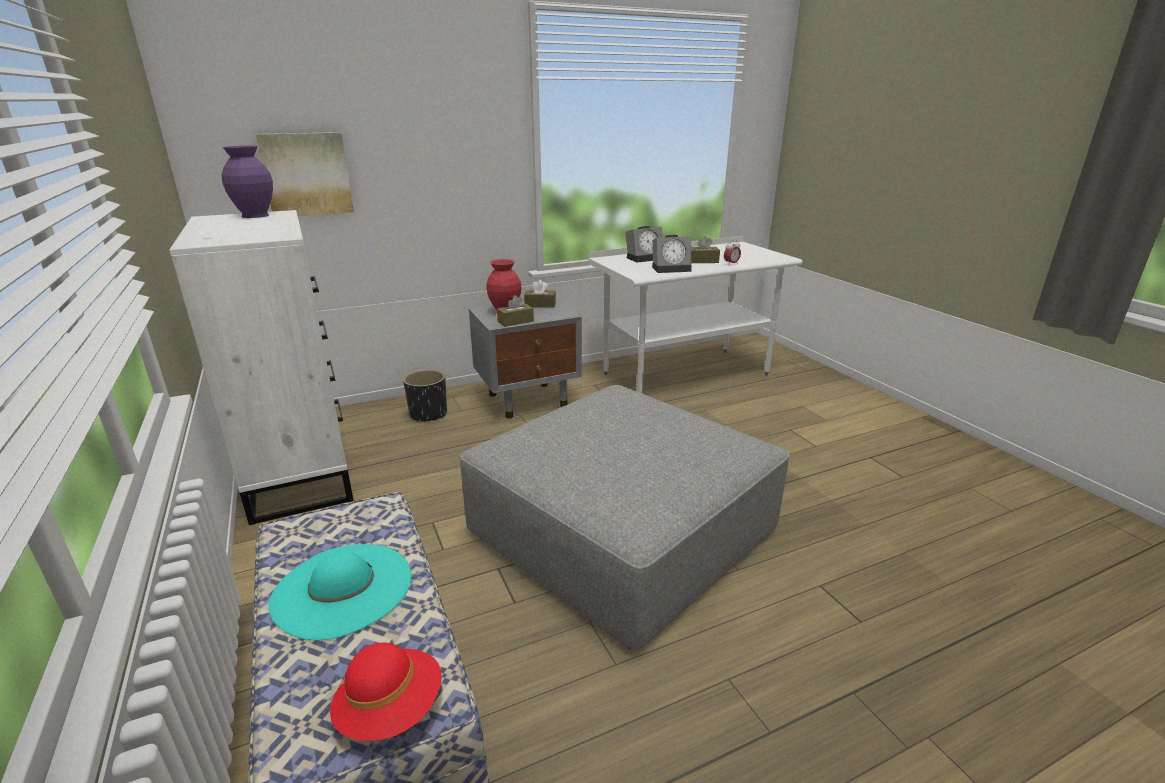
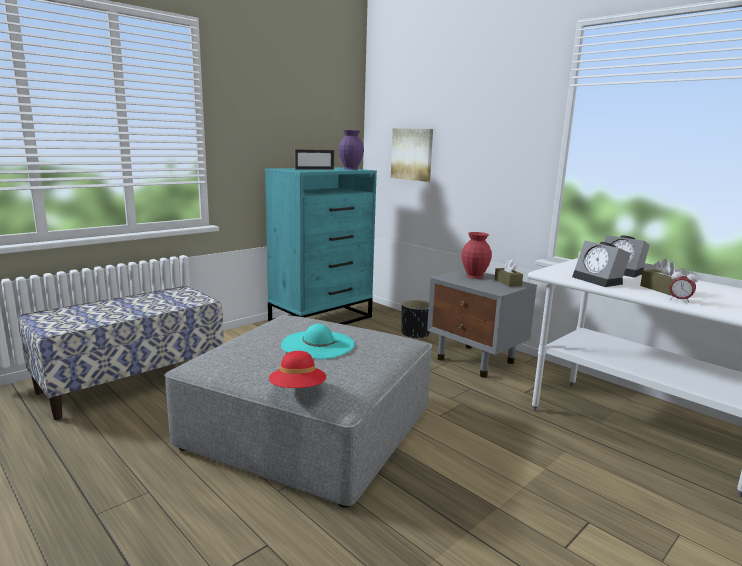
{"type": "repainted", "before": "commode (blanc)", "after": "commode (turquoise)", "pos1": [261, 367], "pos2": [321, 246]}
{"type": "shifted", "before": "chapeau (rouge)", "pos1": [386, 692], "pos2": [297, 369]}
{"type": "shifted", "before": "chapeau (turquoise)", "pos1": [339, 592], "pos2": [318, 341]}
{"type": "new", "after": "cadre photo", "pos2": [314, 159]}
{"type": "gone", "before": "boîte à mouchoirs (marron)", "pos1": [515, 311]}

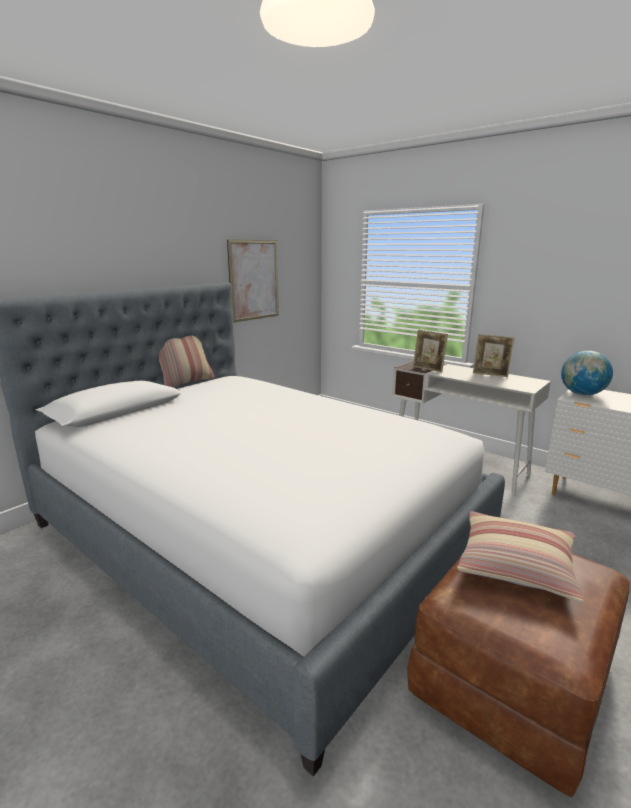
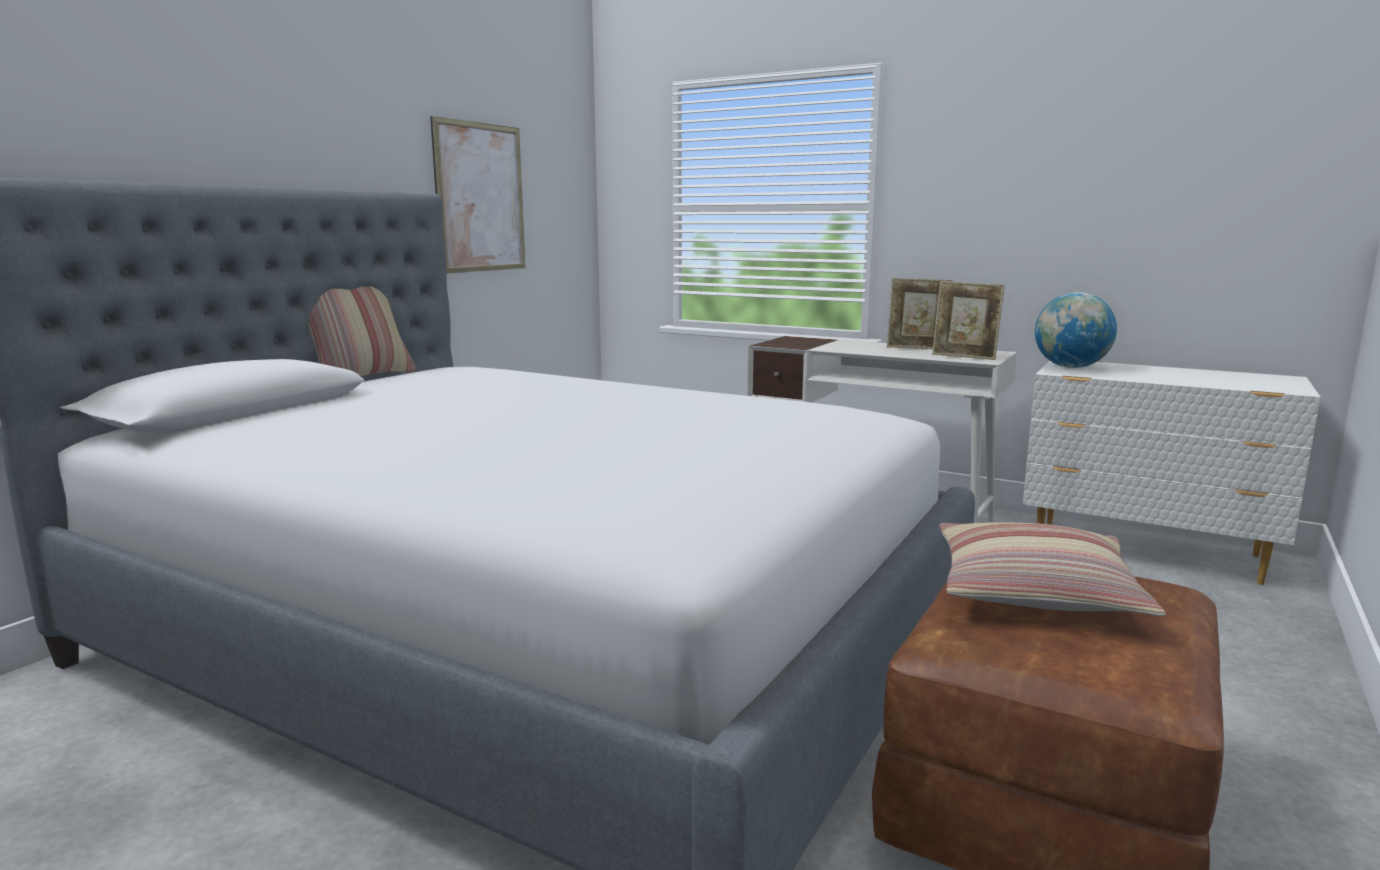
{"type": "shifted", "before": "cadre photo", "pos1": [430, 351], "pos2": [968, 320]}

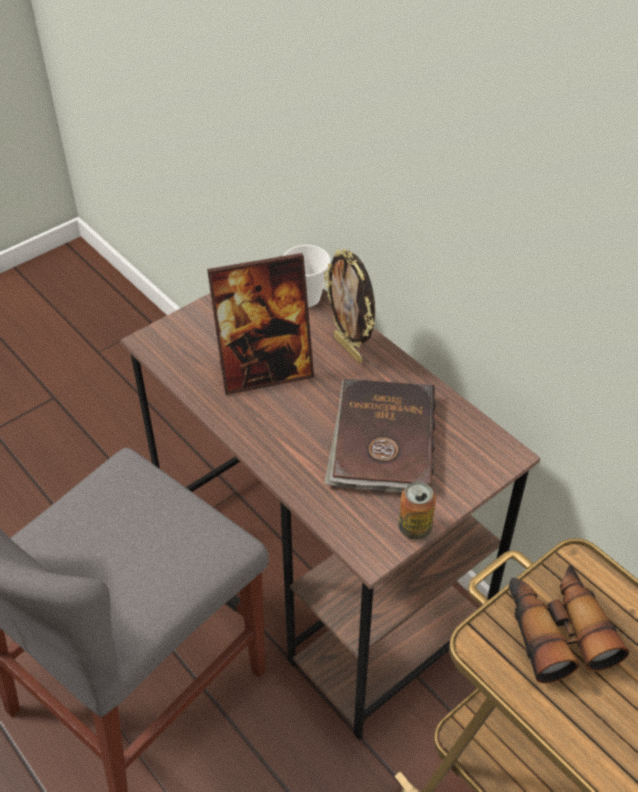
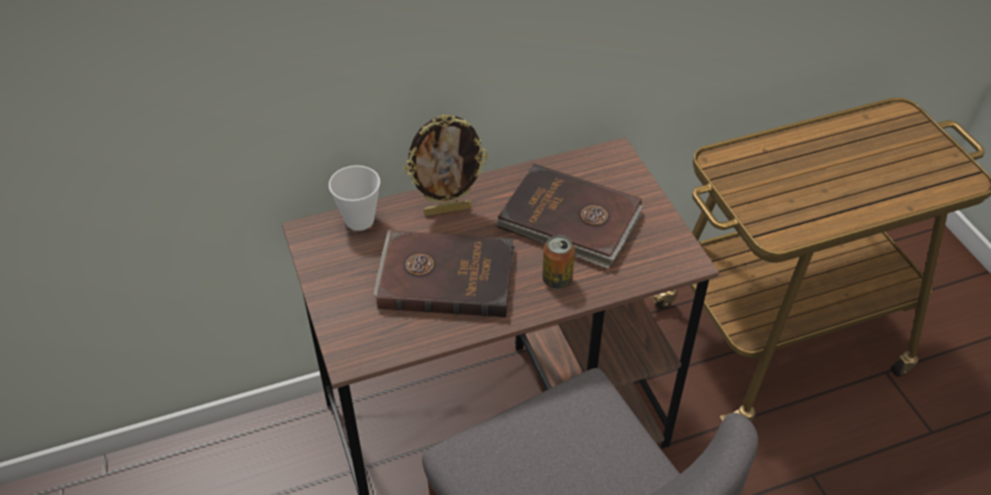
{"type": "swapped", "before": "cadre photo", "after": "livre (marron)", "pos1": [260, 324], "pos2": [444, 273]}
{"type": "shifted", "before": "boîte métallique", "pos1": [417, 510], "pos2": [558, 262]}
{"type": "gone", "before": "jumelles", "pos1": [569, 624]}

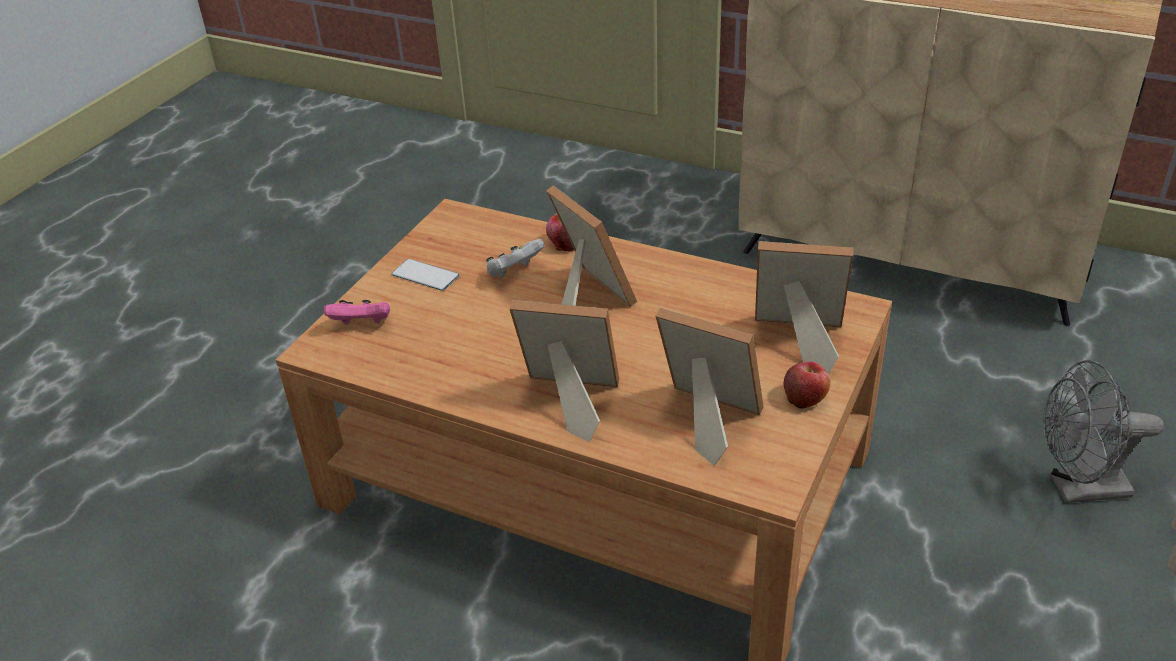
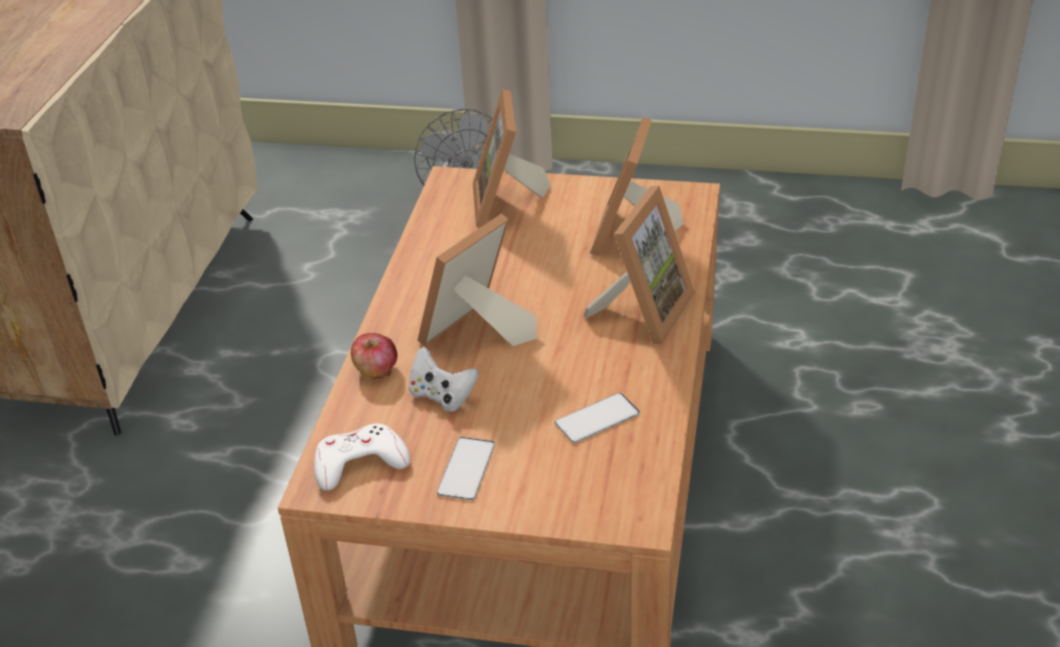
{"type": "new", "after": "manette (blanc)", "pos2": [362, 457]}
{"type": "new", "after": "téléphone", "pos2": [597, 418]}
{"type": "rotated", "before": "cadre photo", "pos1": [564, 371], "pos2": [639, 264], "turn": -150}
{"type": "gone", "before": "manette (rose)", "pos1": [357, 312]}
{"type": "gone", "before": "pomme", "pos1": [807, 385]}

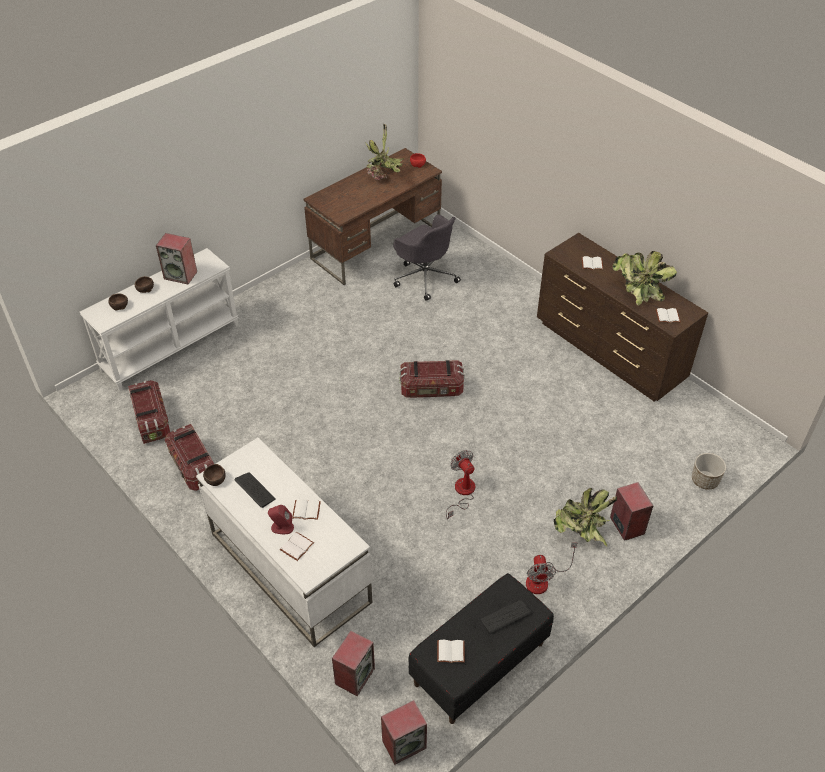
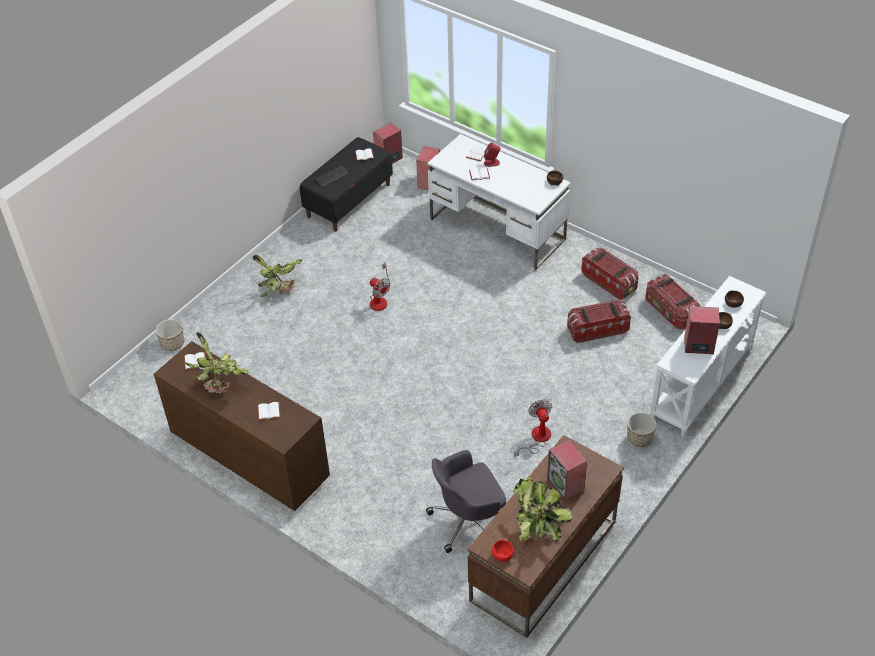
{"type": "rotated", "before": "chaise de bureau (gris)", "pos1": [427, 258], "pos2": [466, 501], "turn": -60}
{"type": "shifted", "before": "ventilateur", "pos1": [552, 568], "pos2": [533, 428]}
{"type": "shifted", "before": "enceinte", "pos1": [632, 511], "pos2": [567, 470]}
{"type": "shifted", "before": "boîte de rangement", "pos1": [432, 379], "pos2": [599, 321]}
{"type": "new", "after": "cache-pot", "pos2": [642, 429]}
{"type": "gone", "before": "clavier", "pos1": [255, 490]}

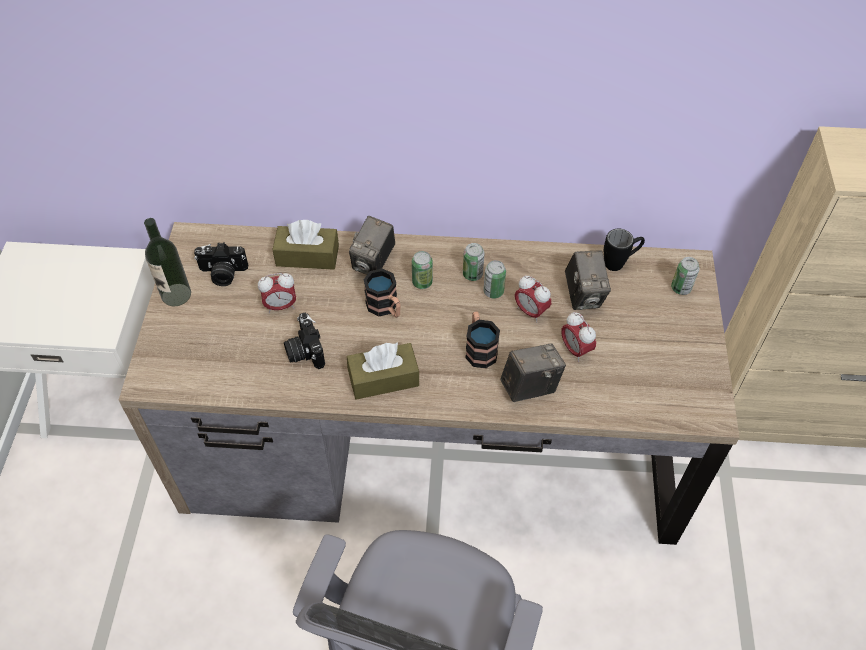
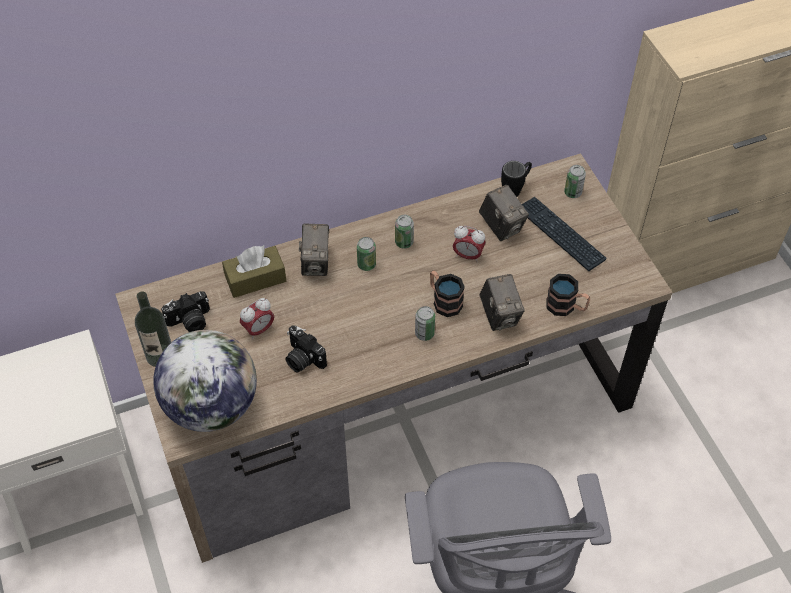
{"type": "new", "after": "globe", "pos2": [205, 381]}
{"type": "shifted", "before": "boîte métallique", "pos1": [494, 279], "pos2": [425, 323]}
{"type": "rotated", "before": "appareil photo", "pos1": [533, 372], "pos2": [502, 302], "turn": 120}
{"type": "new", "after": "clavier", "pos2": [564, 234]}
{"type": "shifted", "before": "mug", "pos1": [382, 293], "pos2": [568, 295]}
{"type": "gone", "before": "boîte à mouchoirs (marron)", "pos1": [383, 371]}
{"type": "gone", "before": "réveil", "pos1": [579, 337]}

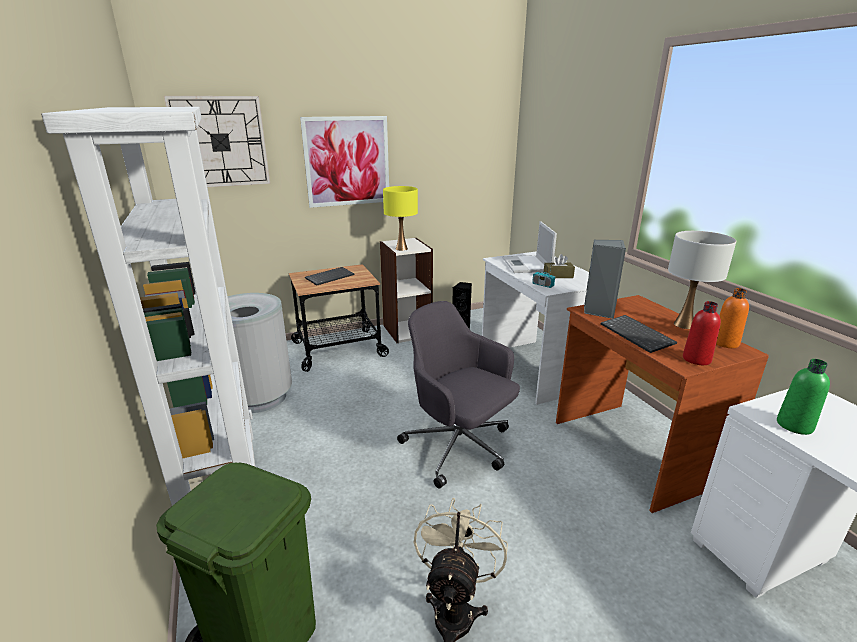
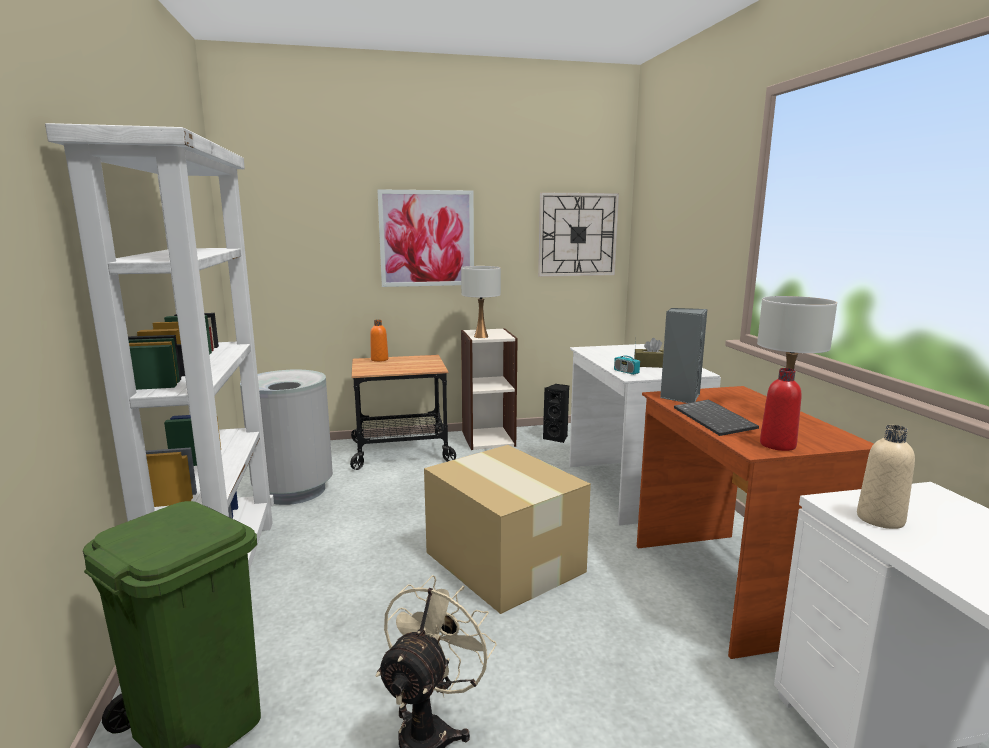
{"type": "shifted", "before": "bouteille (orange)", "pos1": [732, 318], "pos2": [379, 341]}
{"type": "swapped", "before": "chaise de bureau (gris)", "after": "carton", "pos1": [458, 395], "pos2": [507, 529]}
{"type": "repainted", "before": "lampe de table (jaune)", "after": "lampe de table (blanc)", "pos1": [400, 218], "pos2": [481, 302]}
{"type": "shifted", "before": "horloge murale", "pos1": [217, 141], "pos2": [578, 234]}
{"type": "repainted", "before": "bouteille (vert)", "after": "bouteille (beige)", "pos1": [803, 397], "pos2": [886, 477]}
{"type": "gone", "before": "clavier", "pos1": [330, 276]}
{"type": "gone", "before": "ordinateur portable", "pos1": [529, 247]}

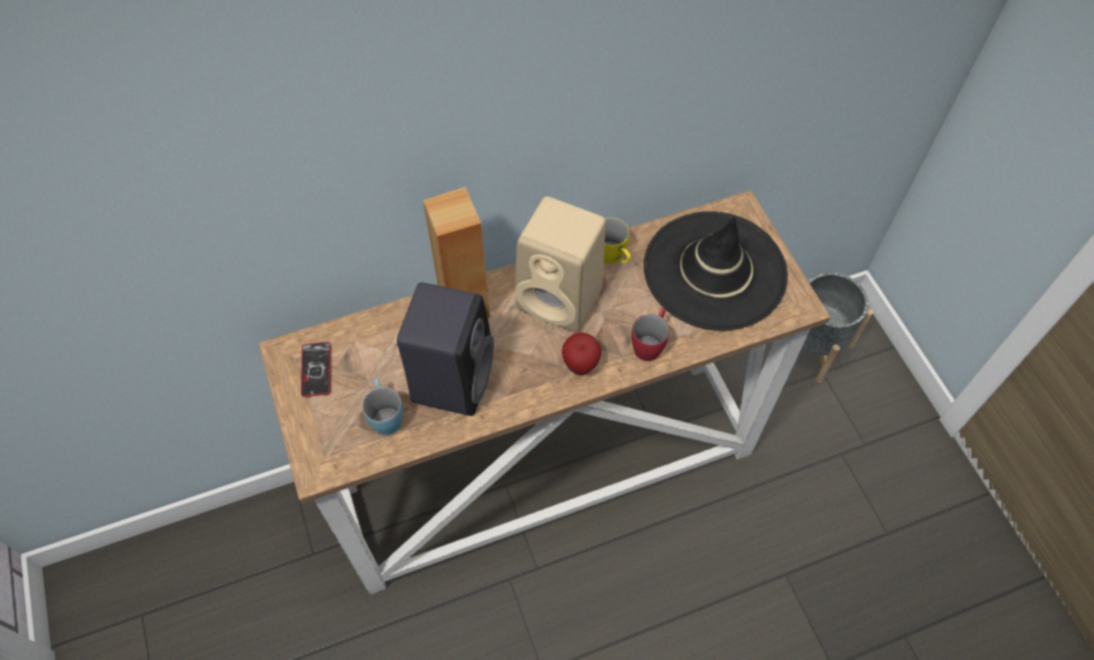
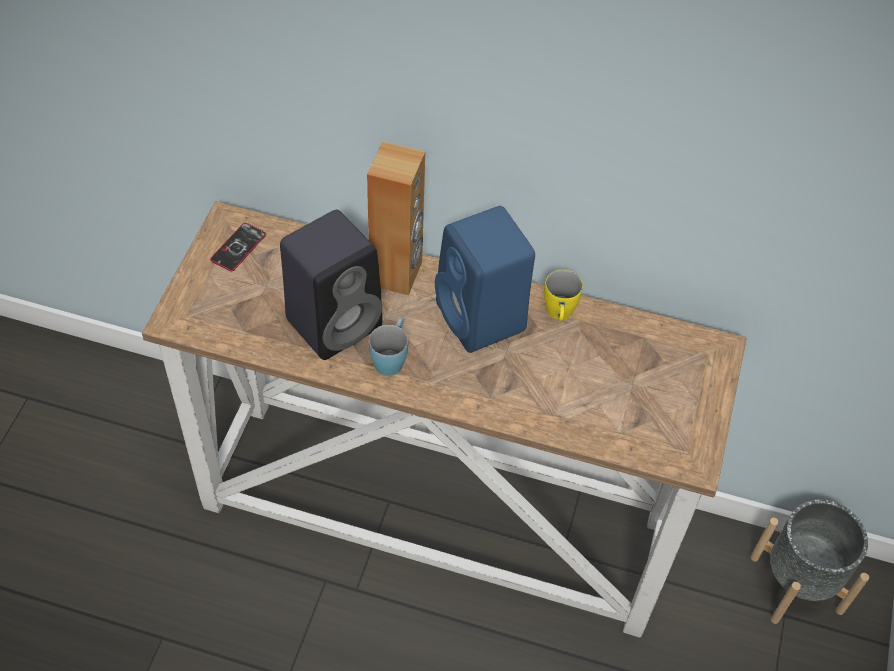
{"type": "shifted", "before": "mug (bleu)", "pos1": [382, 406], "pos2": [388, 347]}
{"type": "repainted", "before": "enceinte (beige)", "after": "enceinte (bleu)", "pos1": [560, 264], "pos2": [485, 279]}
{"type": "gone", "before": "pomme", "pos1": [582, 353]}
{"type": "gone", "before": "mug (rouge)", "pos1": [650, 334]}
{"type": "gone", "before": "chapeau (noir)", "pos1": [716, 271]}

